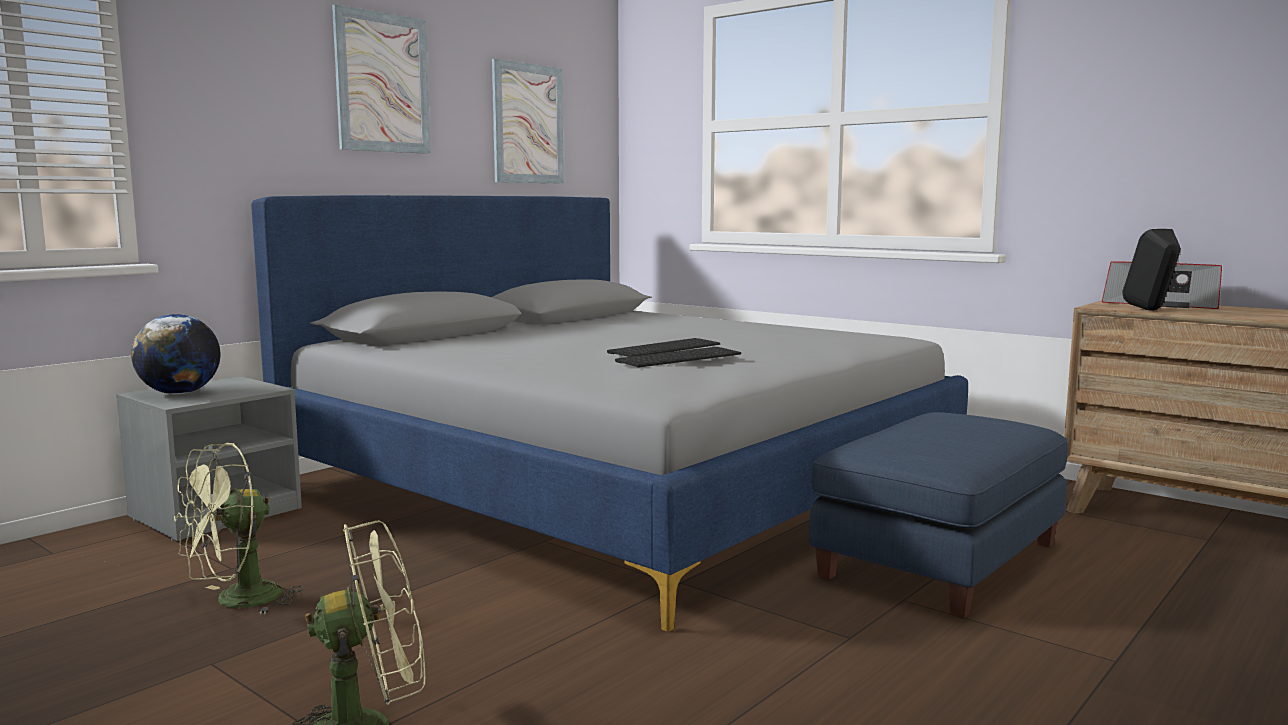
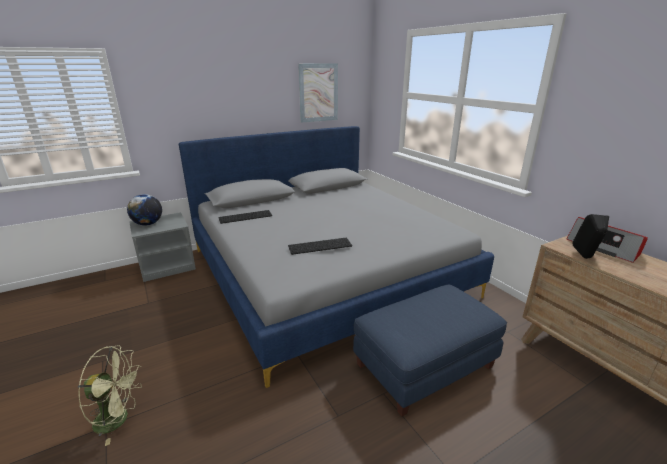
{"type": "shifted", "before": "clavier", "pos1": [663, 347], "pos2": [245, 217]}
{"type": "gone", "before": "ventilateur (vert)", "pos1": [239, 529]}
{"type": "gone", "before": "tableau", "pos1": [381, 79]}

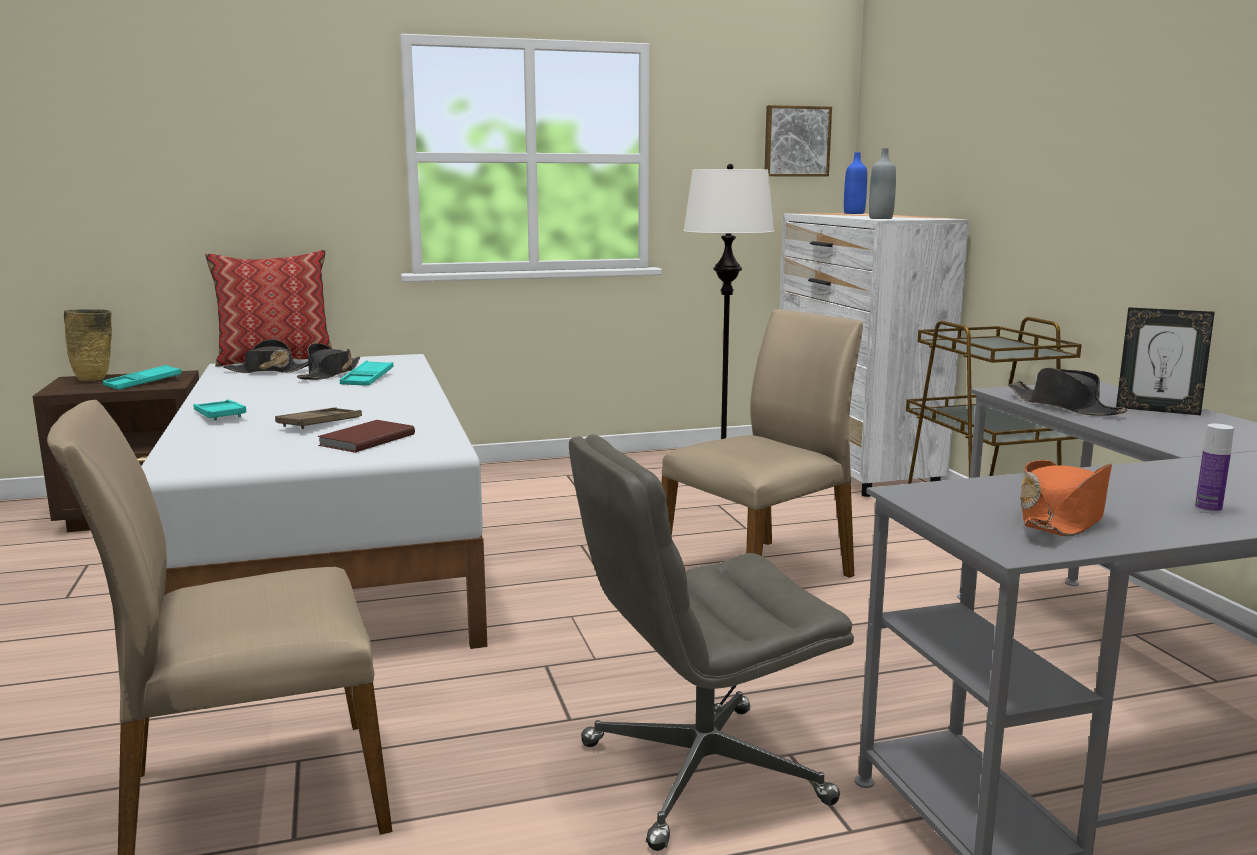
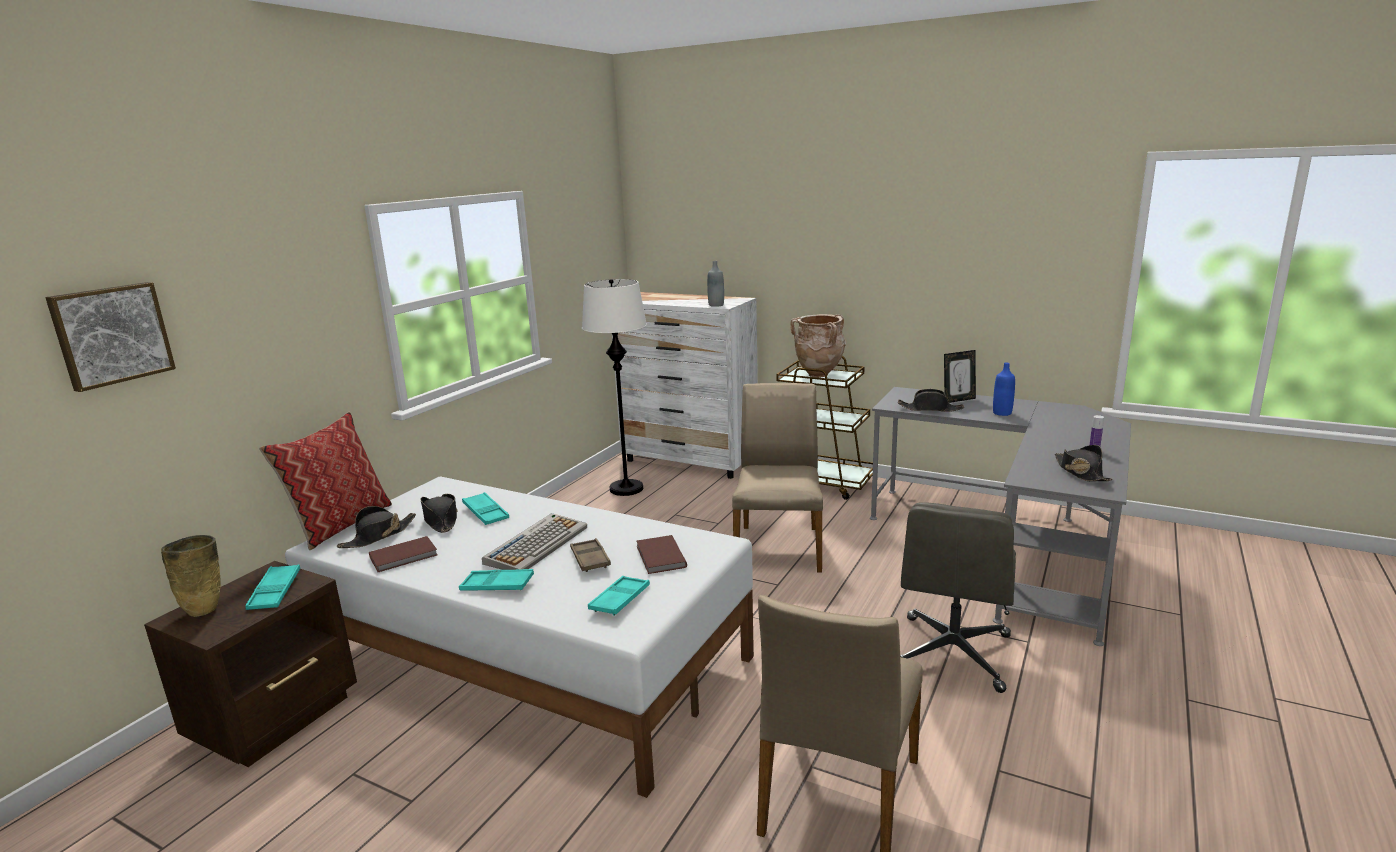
{"type": "shifted", "before": "tableau", "pos1": [798, 140], "pos2": [110, 337]}
{"type": "new", "after": "livre (marron)", "pos2": [403, 554]}
{"type": "new", "after": "clavier", "pos2": [534, 541]}
{"type": "new", "after": "plateau (turquoise)", "pos2": [619, 596]}
{"type": "new", "after": "vase (beige)", "pos2": [818, 346]}
{"type": "shifted", "before": "bouteille (bleu)", "pos1": [855, 183], "pos2": [1004, 389]}
{"type": "repainted", "before": "chapeau (orange)", "after": "chapeau (noir)", "pos1": [1066, 498], "pos2": [1084, 463]}

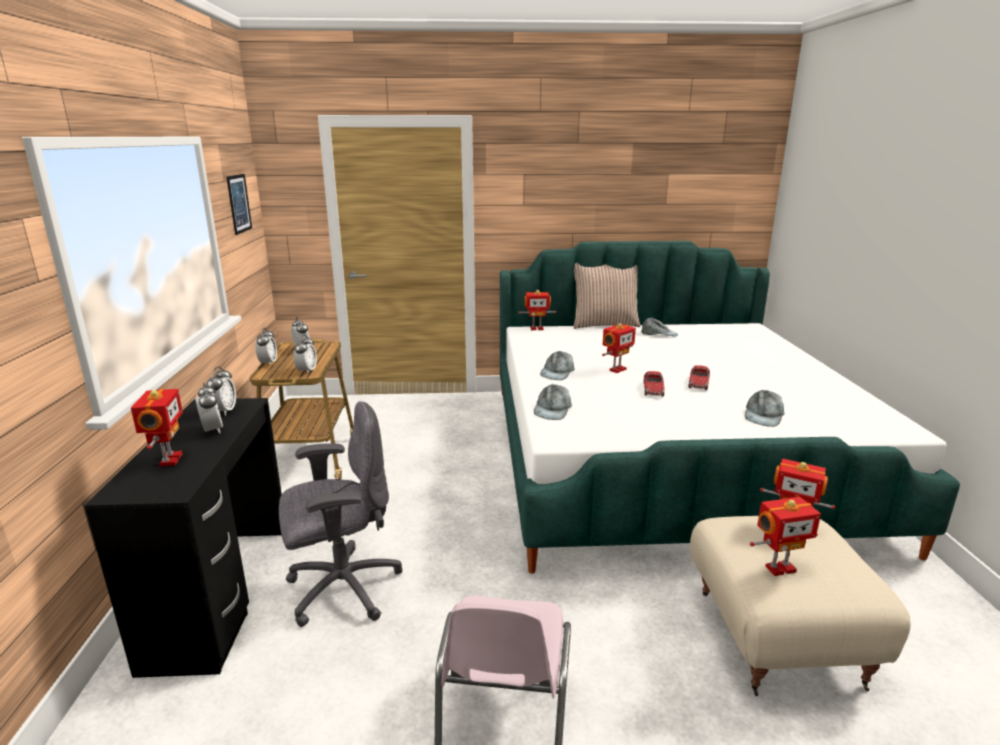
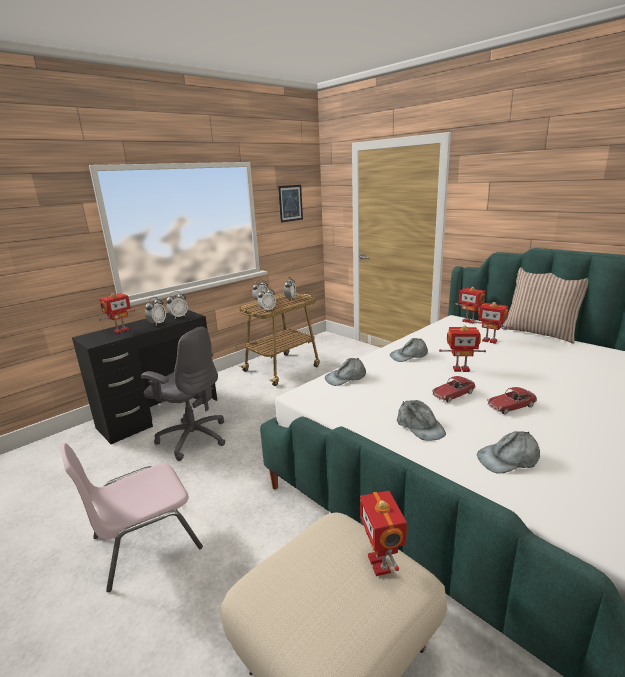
{"type": "shifted", "before": "casquette (gris)", "pos1": [659, 327], "pos2": [421, 420]}
{"type": "shifted", "before": "robot jouet", "pos1": [785, 536], "pos2": [492, 323]}

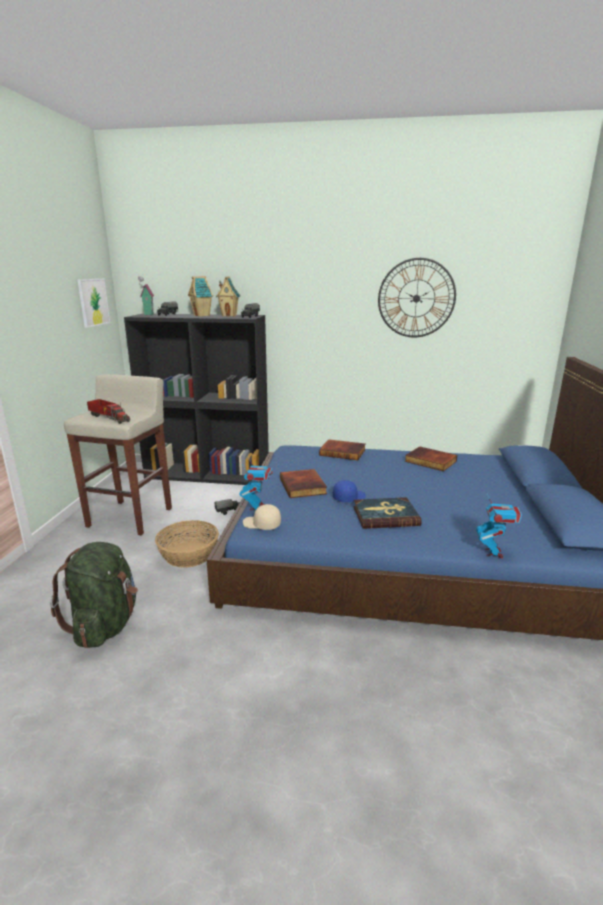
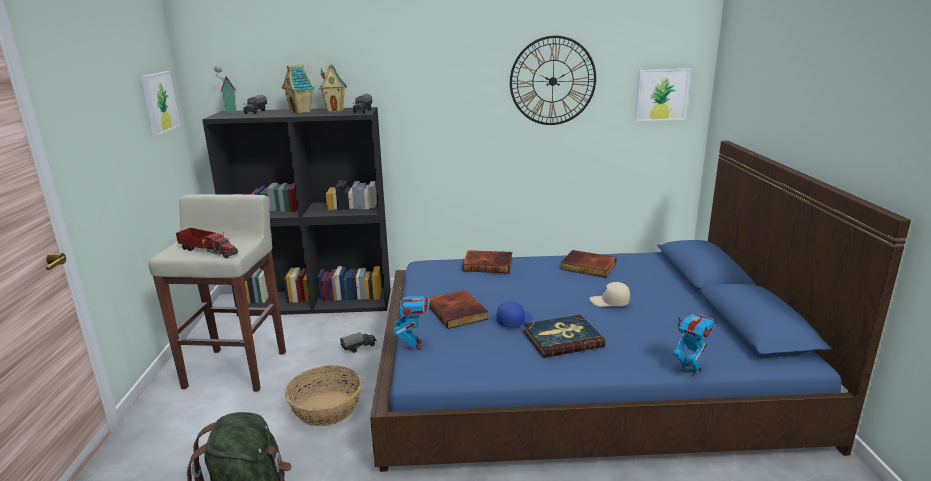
{"type": "shifted", "before": "casquette (beige)", "pos1": [262, 517], "pos2": [610, 294]}
{"type": "new", "after": "tableau", "pos2": [662, 95]}
{"type": "rotated", "before": "robot jouet", "pos1": [499, 525], "pos2": [694, 344], "turn": -45}

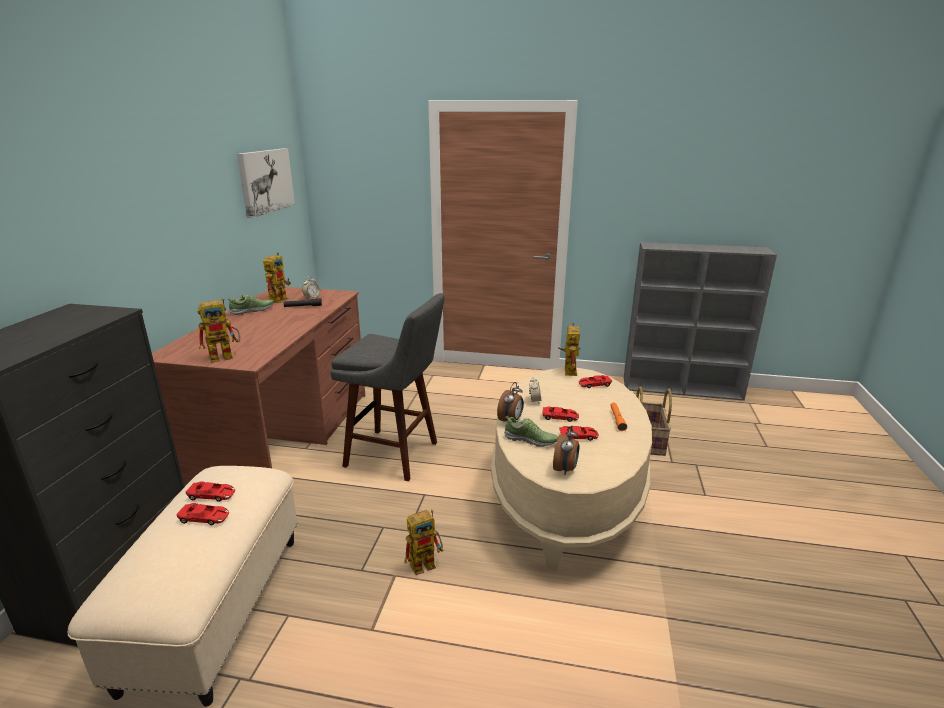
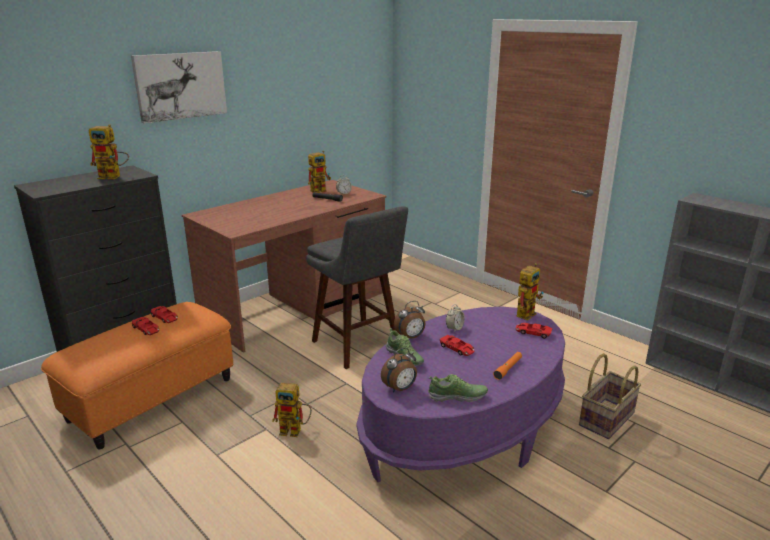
{"type": "repainted", "before": "pouf (beige)", "after": "pouf (orange)", "pos1": [182, 586], "pos2": [137, 376]}
{"type": "shifted", "before": "robot jouet", "pos1": [219, 330], "pos2": [109, 151]}
{"type": "shifted", "before": "tableau", "pos1": [266, 183], "pos2": [179, 87]}
{"type": "repainted", "before": "table basse (beige)", "after": "table basse (violet)", "pos1": [571, 470], "pos2": [461, 394]}
{"type": "shifted", "before": "chaussure", "pos1": [251, 305], "pos2": [458, 388]}
{"type": "gone", "before": "petite voiture (rouge)", "pos1": [579, 433]}

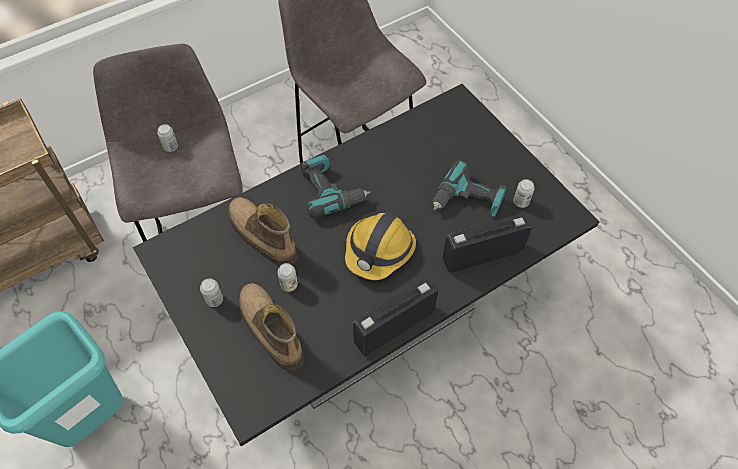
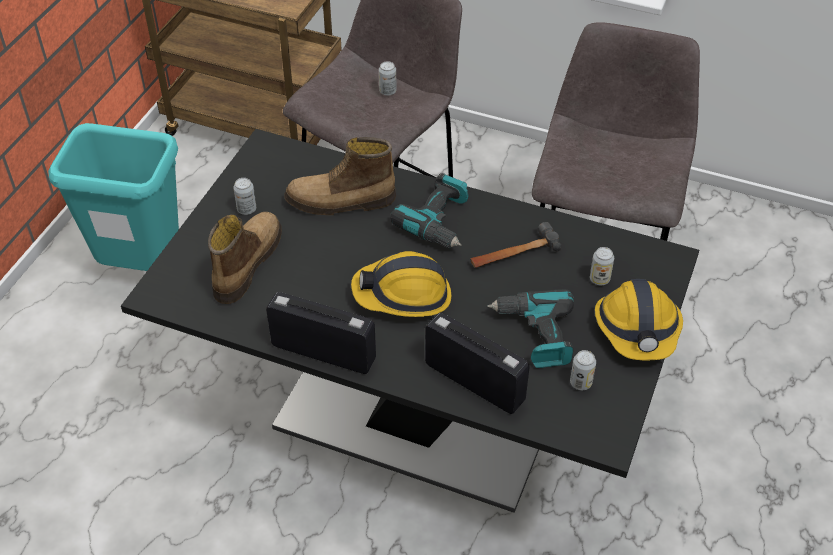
{"type": "rotated", "before": "botte", "pos1": [263, 232], "pos2": [340, 176], "turn": -105}
{"type": "new", "after": "marteau", "pos2": [516, 245]}
{"type": "shifted", "before": "boîte métallique", "pos1": [287, 277], "pos2": [602, 266]}
{"type": "new", "after": "casque de chantier", "pos2": [639, 319]}

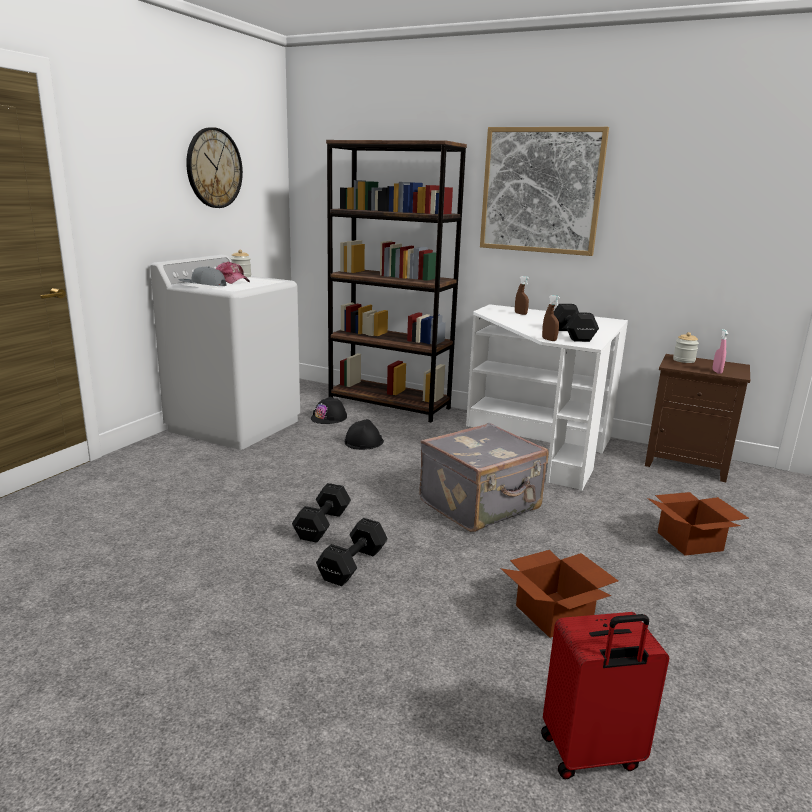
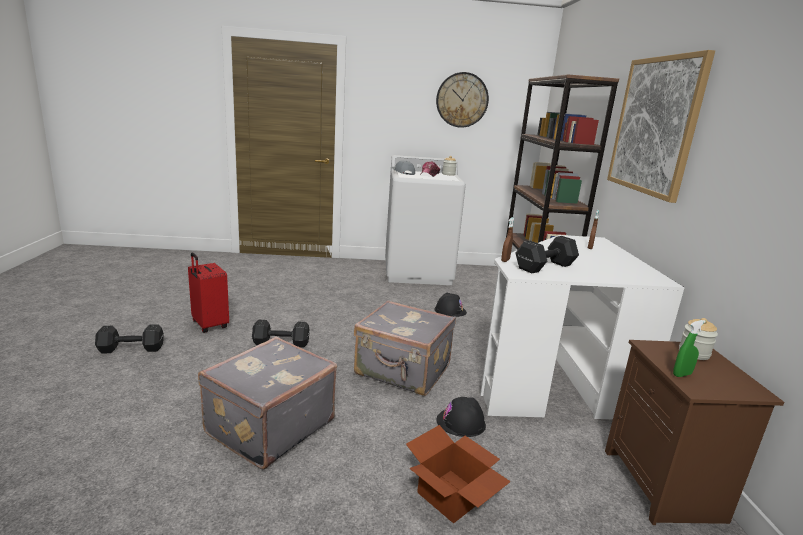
{"type": "shifted", "before": "haltère (noir)", "pos1": [321, 513], "pos2": [129, 339]}
{"type": "shifted", "before": "valise (rouge)", "pos1": [605, 695], "pos2": [208, 293]}
{"type": "swapped", "before": "carton", "after": "valise (gris)", "pos1": [559, 594], "pos2": [267, 403]}
{"type": "shifted", "before": "casque de chantier (noir)", "pos1": [329, 410], "pos2": [461, 417]}
{"type": "repainted", "before": "vaporisateur (rose)", "after": "vaporisateur (vert)", "pos1": [720, 351], "pos2": [689, 348]}

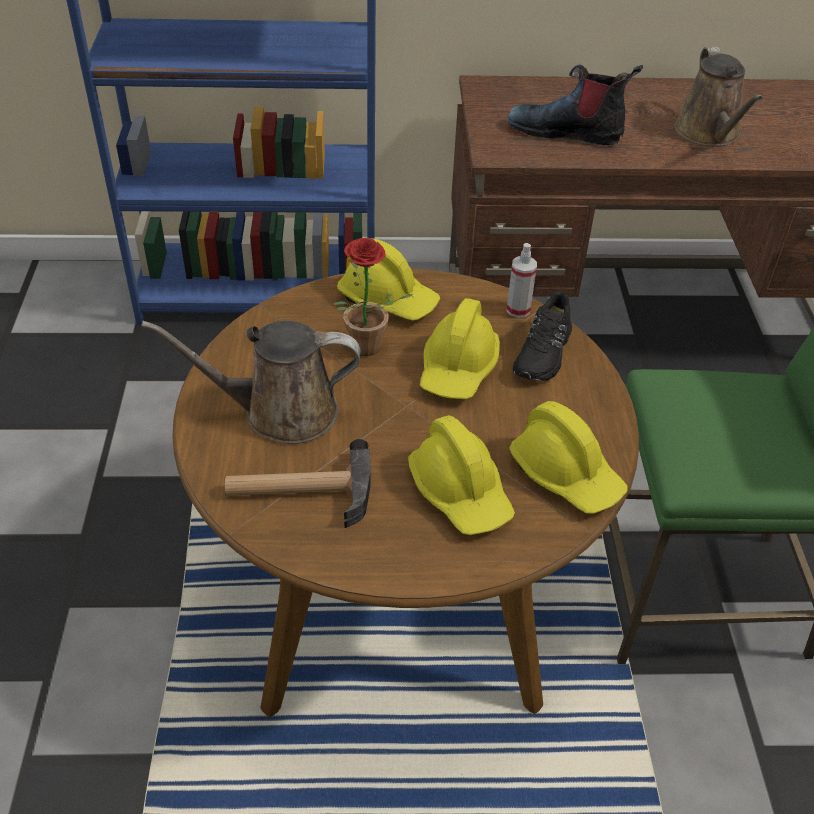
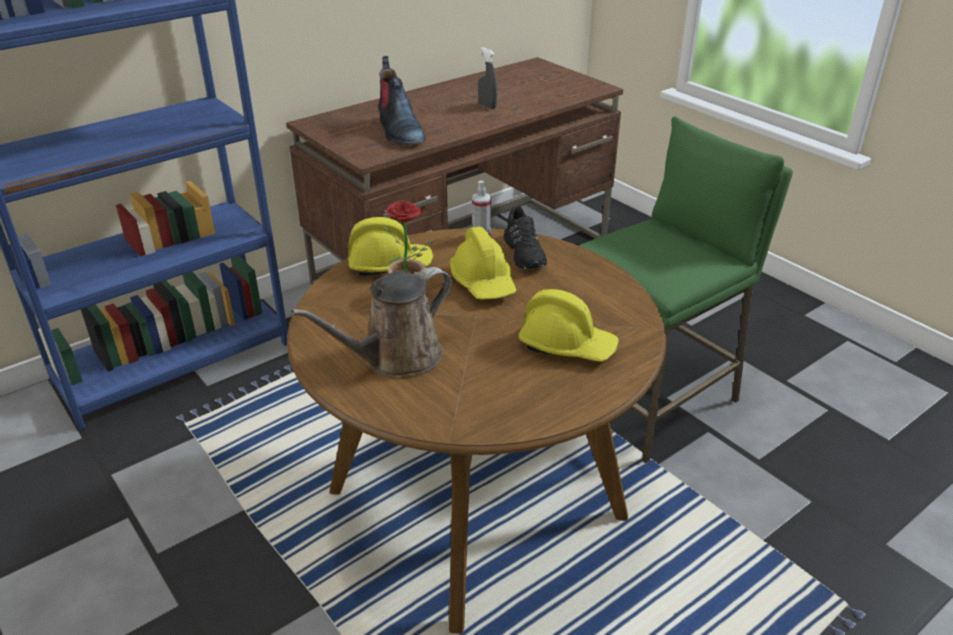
{"type": "rotated", "before": "botte", "pos1": [575, 104], "pos2": [402, 101], "turn": -90}
{"type": "swapped", "before": "arrosoir (marron)", "after": "vaporisateur (gris)", "pos1": [719, 96], "pos2": [487, 78]}
{"type": "gone", "before": "marteau", "pos1": [298, 483]}
{"type": "gone", "before": "casque de chantier (jaune)", "pos1": [568, 457]}

